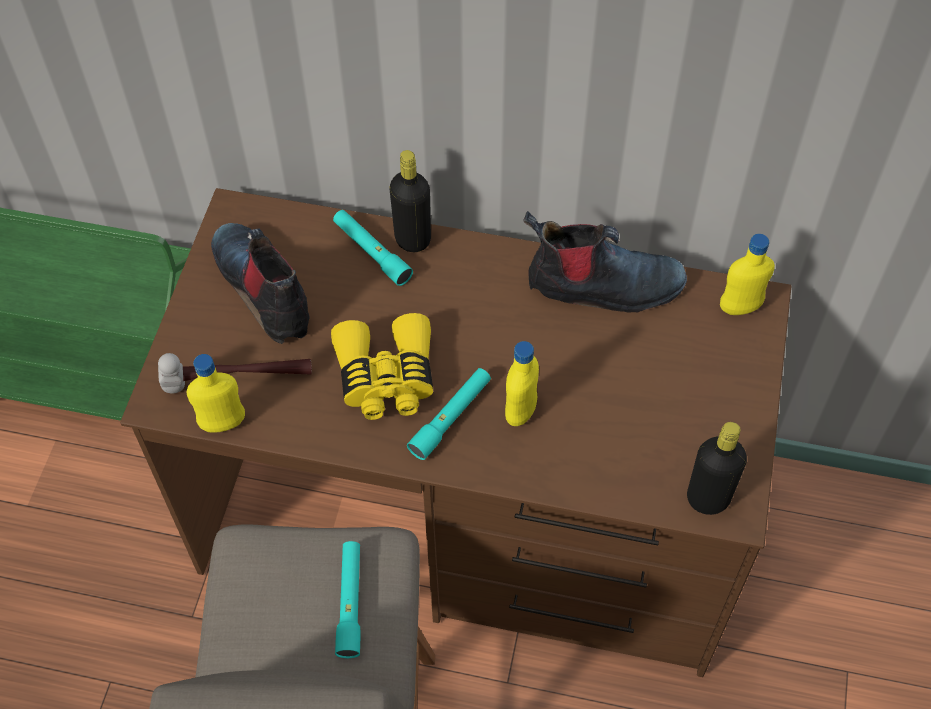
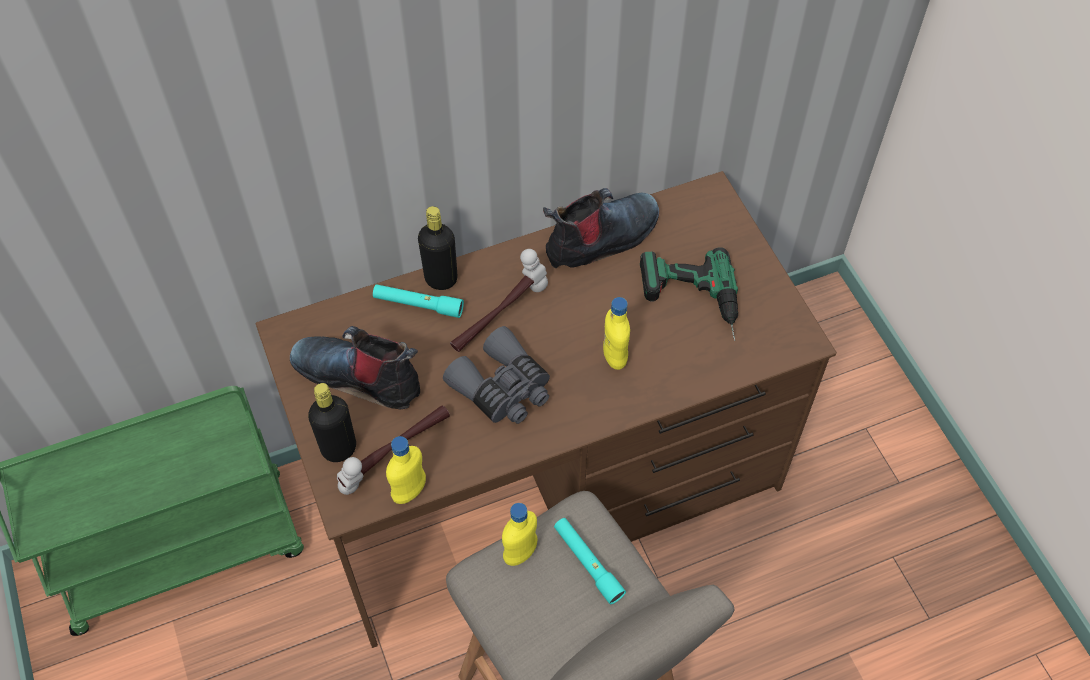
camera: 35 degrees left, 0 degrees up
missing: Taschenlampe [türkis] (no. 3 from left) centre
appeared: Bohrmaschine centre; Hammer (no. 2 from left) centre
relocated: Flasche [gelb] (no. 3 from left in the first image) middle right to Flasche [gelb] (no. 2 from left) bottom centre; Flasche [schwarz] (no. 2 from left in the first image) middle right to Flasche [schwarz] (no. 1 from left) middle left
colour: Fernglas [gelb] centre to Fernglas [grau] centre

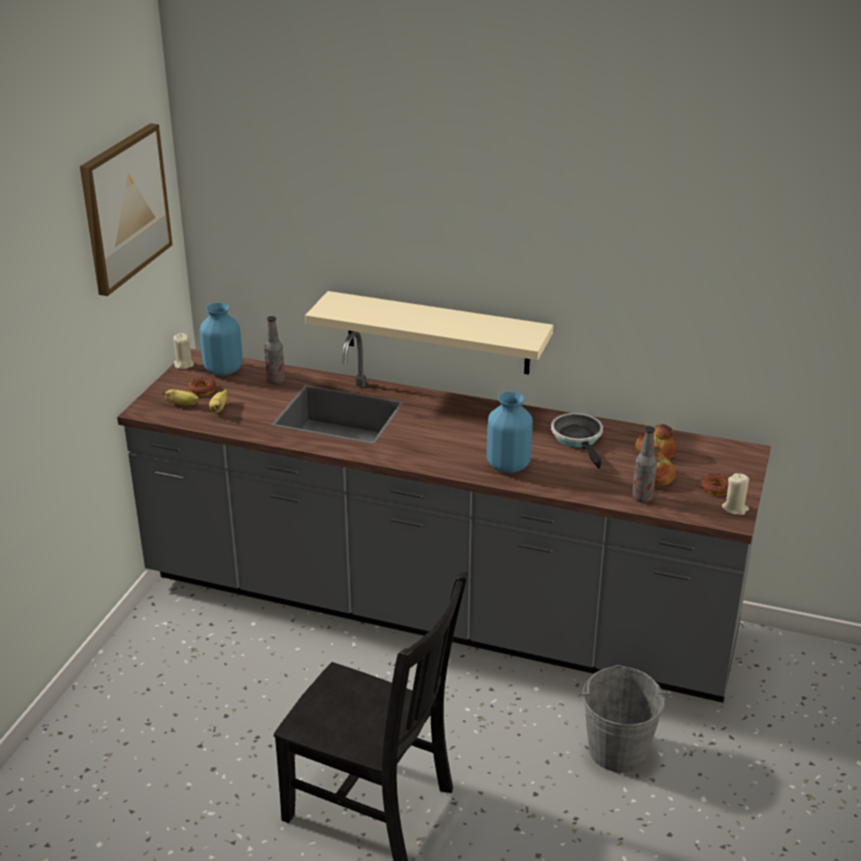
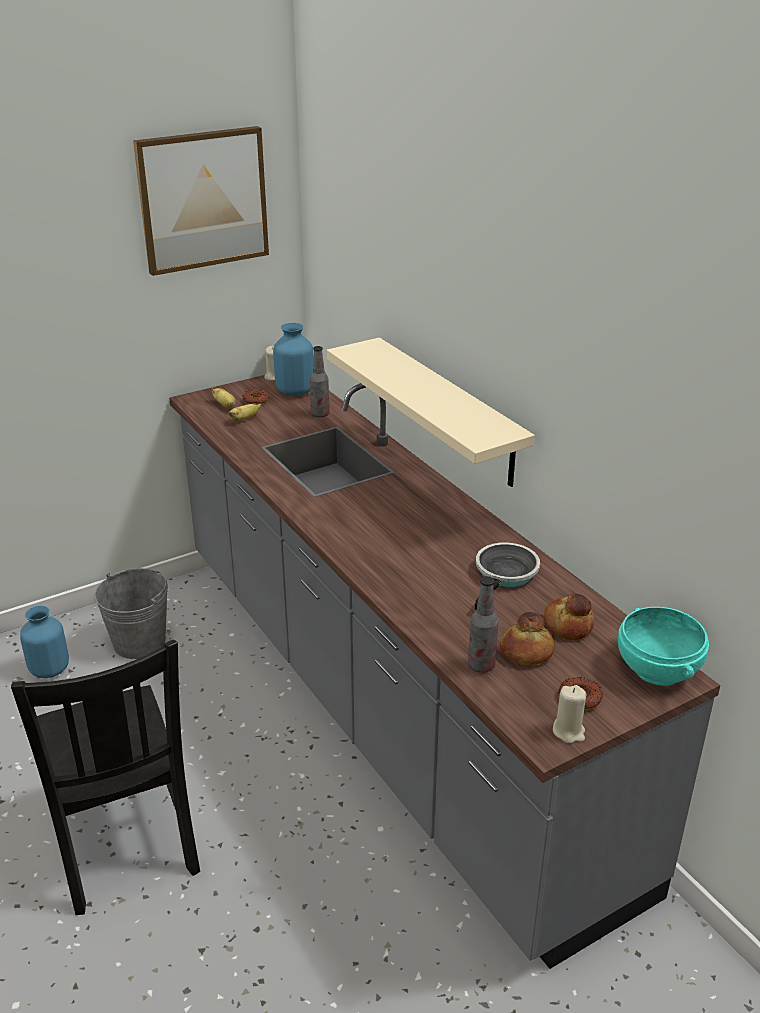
camera: 40 degrees right, 0 degrees up
appeared: Schüssel [türkis] middle right
relocated: Vase [blau] (no. 2 from left in the first image) centre to Vase [blau] (no. 1 from left) middle left; Eimer [grau] bottom right to middle left

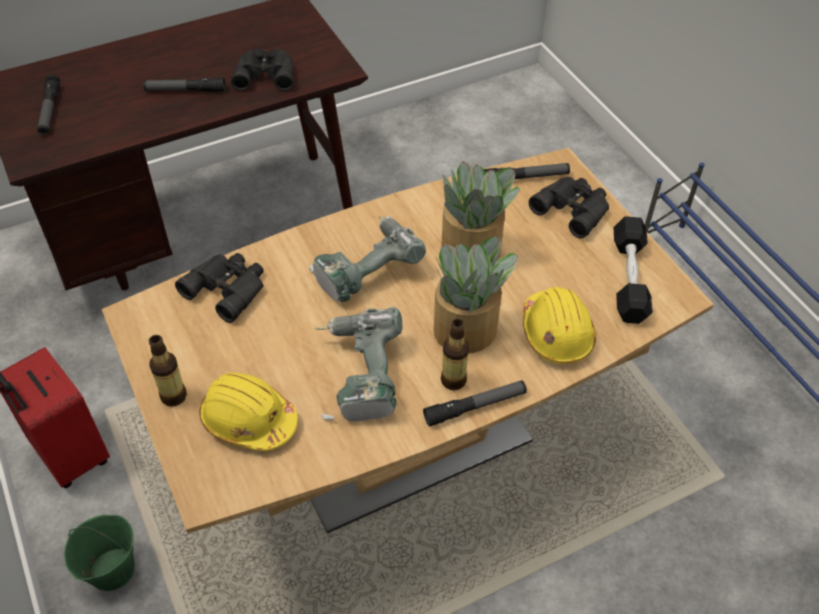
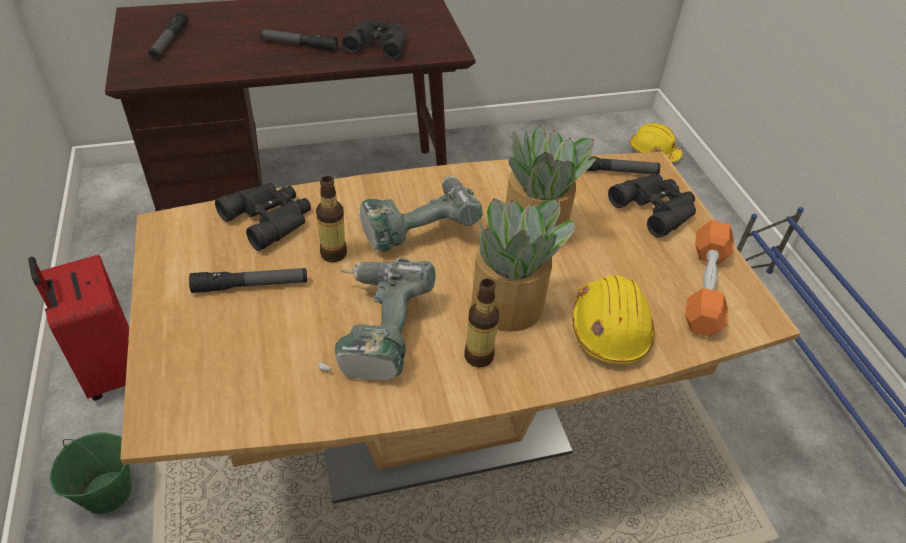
camera: 10 degrees right, 5 degrees down
relocated: Flasche (no. 1 from left) middle left to centre; Schutzhelm [gelb] (no. 1 from left in the first image) bottom left to Schutzhelm [gelb] (no. 2 from left) top right; Taschenlampe (no. 3 from left in the first image) centre to Taschenlampe (no. 2 from left) middle left
colour: Hantel [schwarz] middle right to Hantel [orange] middle right

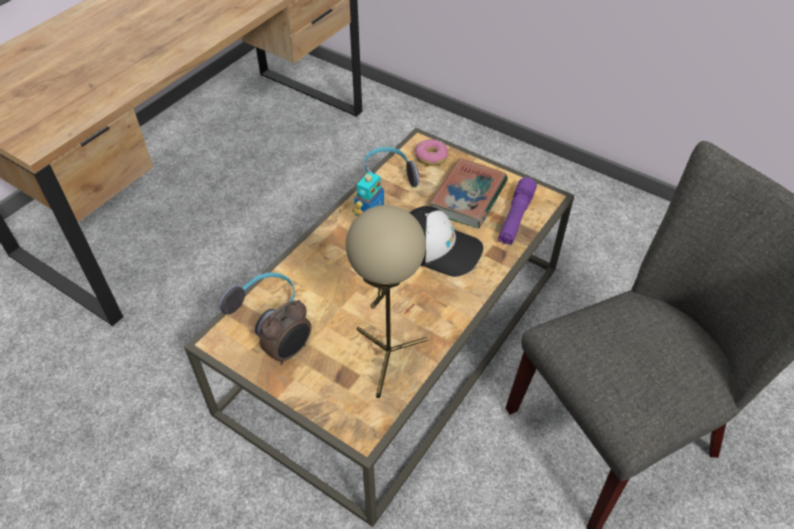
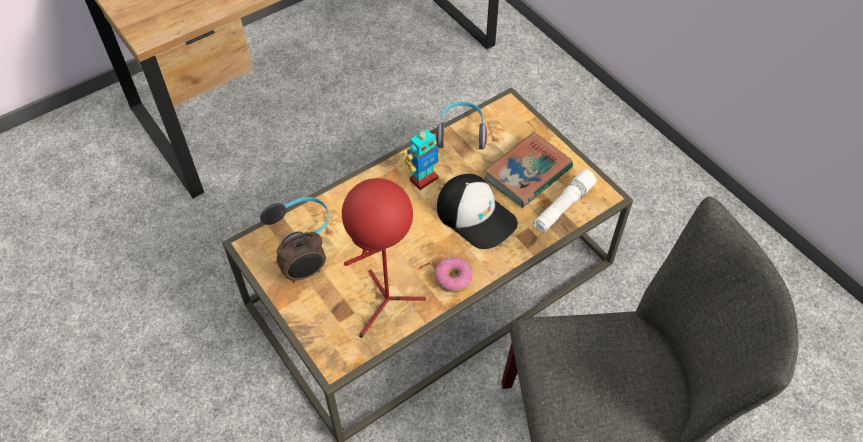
camera: 20 degrees right, 5 degrees up
relocated: Donut top centre to centre
colour: Taschenlampe [lila] centre to Taschenlampe [weiß] centre; Tischlampe [beige] centre to Tischlampe [rot] centre

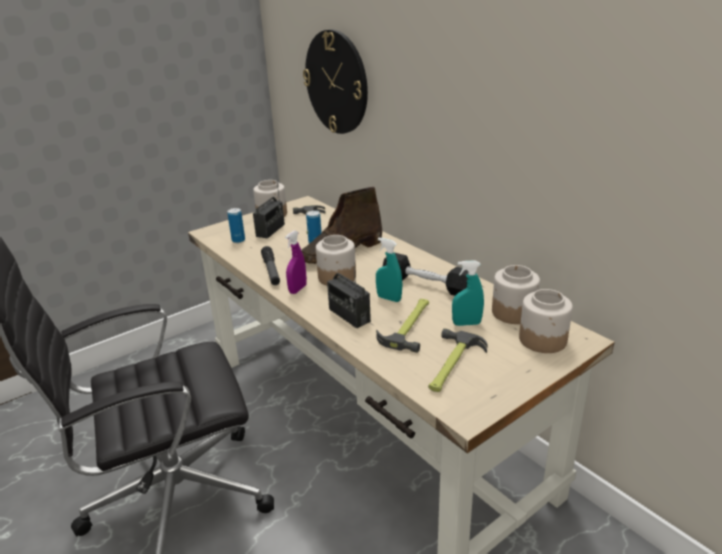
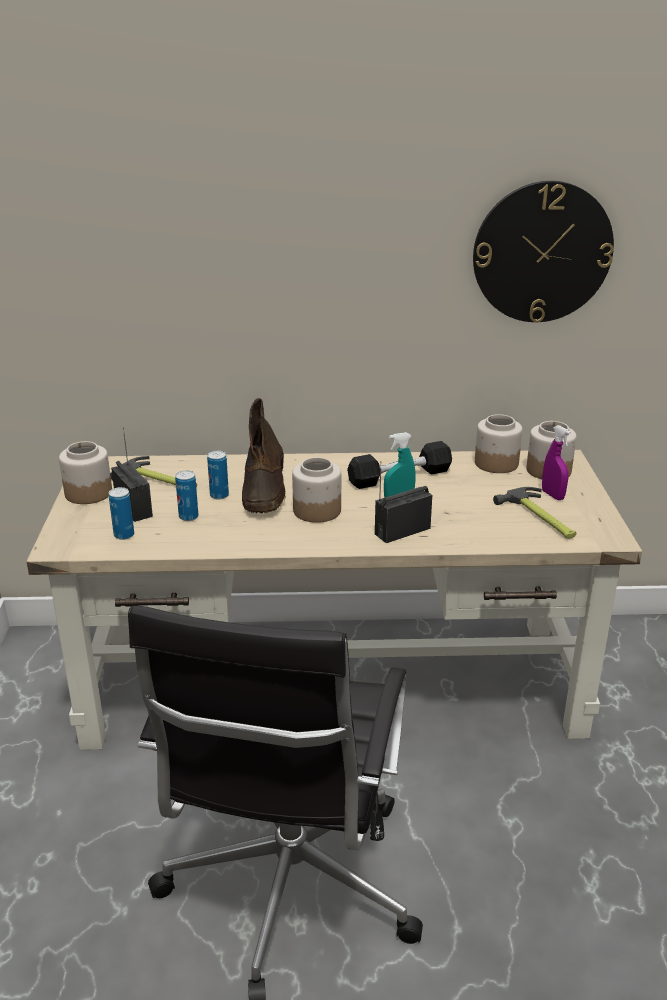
camera: 55 degrees left, 0 degrees up
missing: Taschenlampe centre; Sprühflasche [türkis] (no. 2 from left) centre; Hammer (no. 2 from left) centre
appeared: Dose (no. 2 from left) middle left
relocated: Wanduhr top centre to top right; Sprühflasche [lila] centre to middle right
spun: Radio (no. 2 from left) centre = centre 150 degrees clockwise

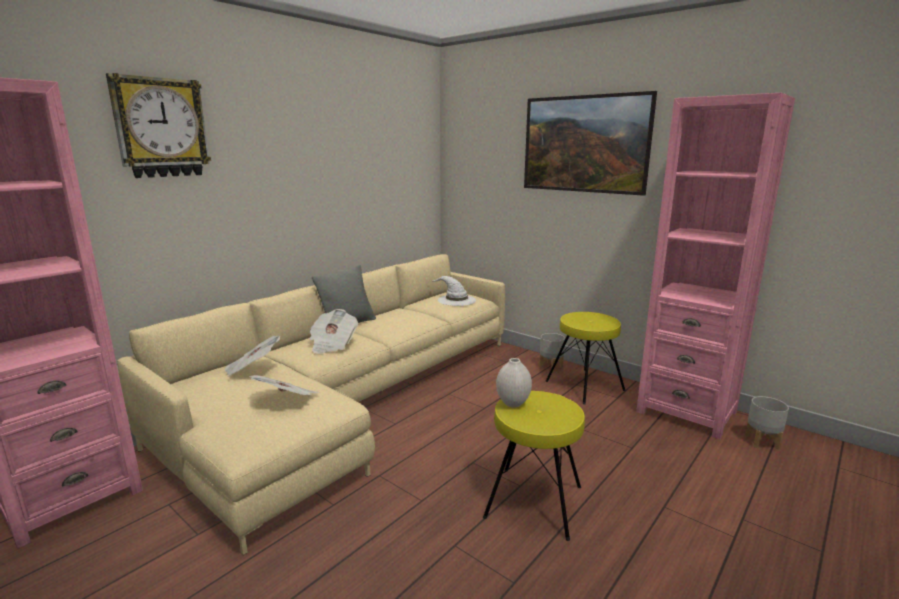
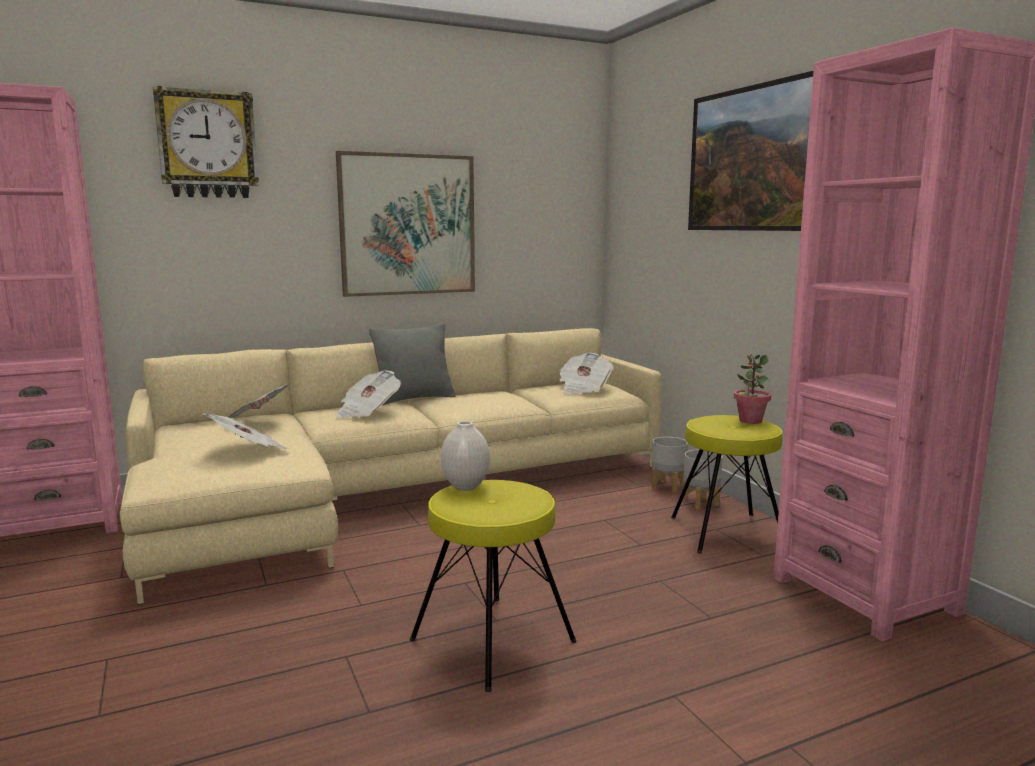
camera: 25 degrees right, 5 degrees down
appeared: Bild (no. 1 from left) top centre; Topfpflanze middle right
relocated: Pflanzkübel [grau] (no. 2 from left in the first image) bottom right to Pflanzkübel [grau] (no. 1 from left) centre
exchanged: Hut [weiß] centre to Zeitung (no. 4 from left) centre

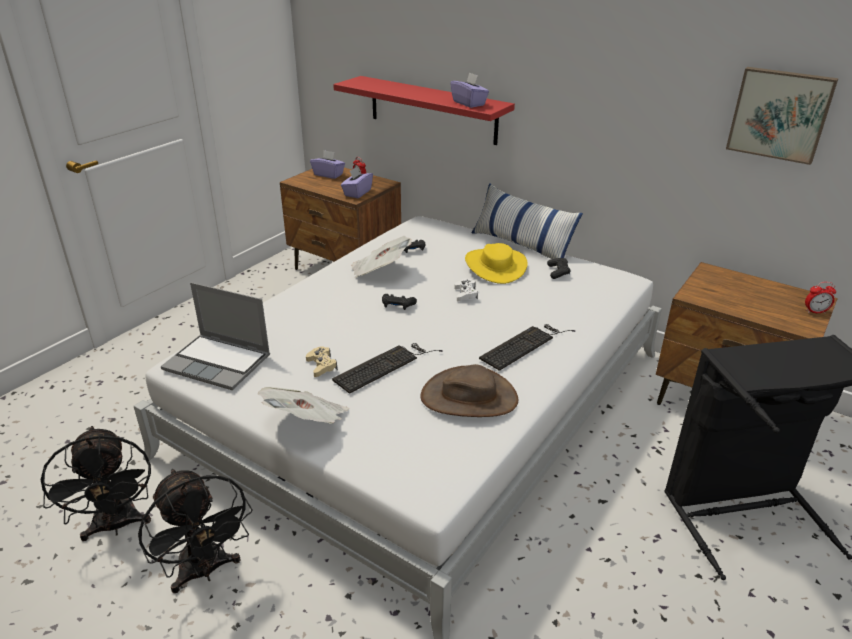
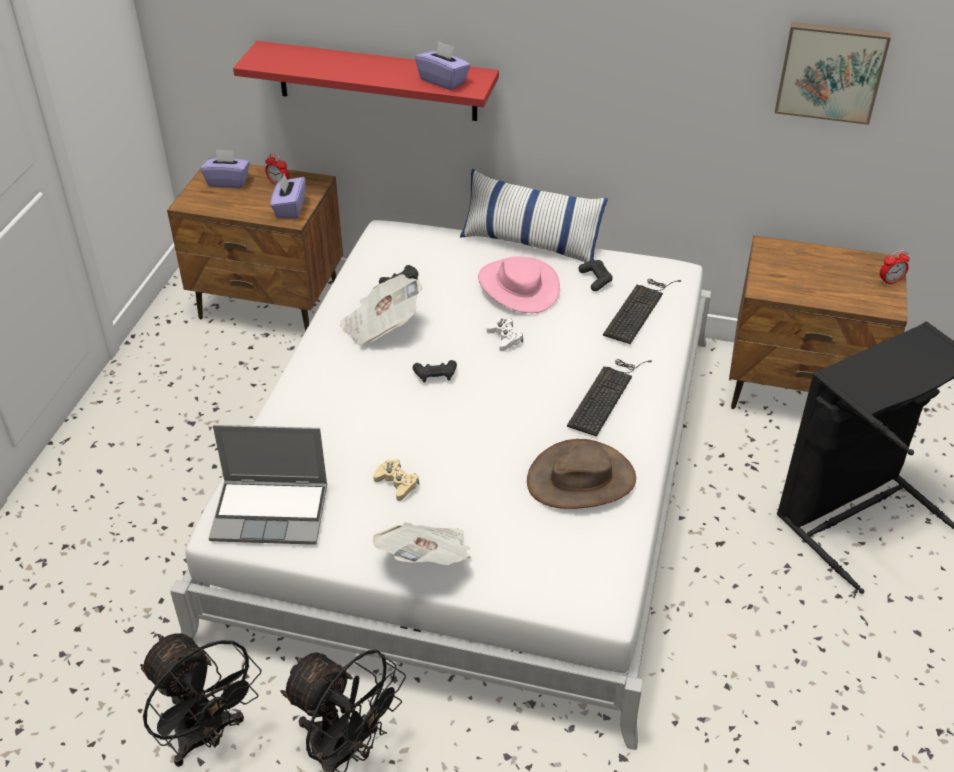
camera: 20 degrees left, 10 degrees up
relocated: Tastatur (no. 1 from left in the first image) centre to Tastatur (no. 2 from left) middle right
colour: Hut [gelb] centre to Hut [rosa] centre

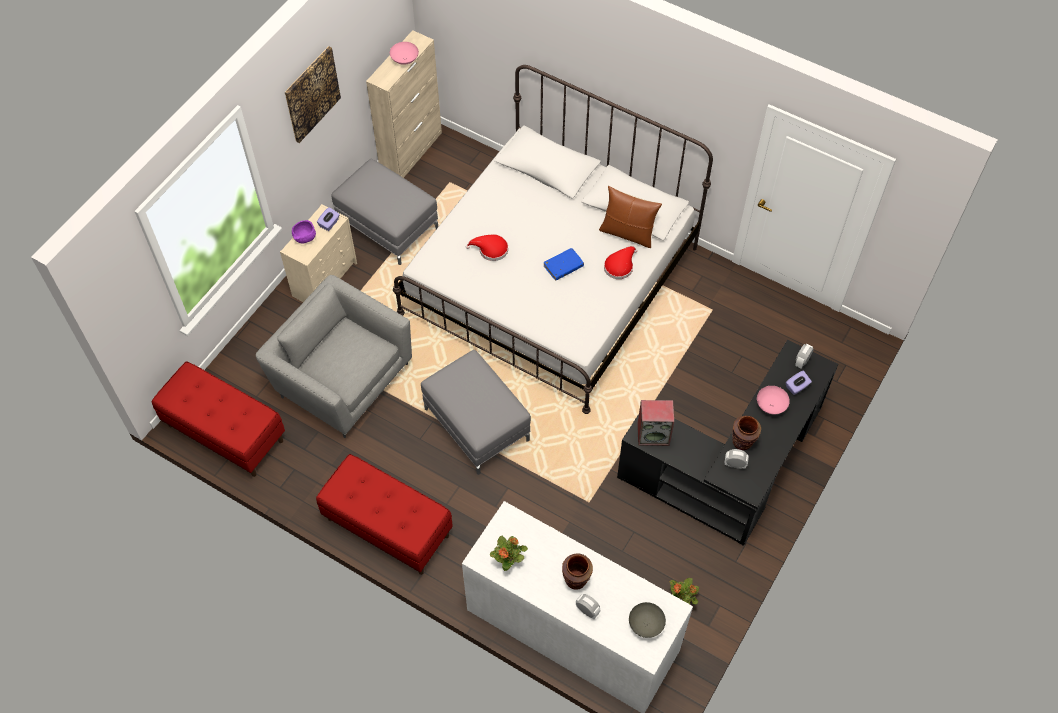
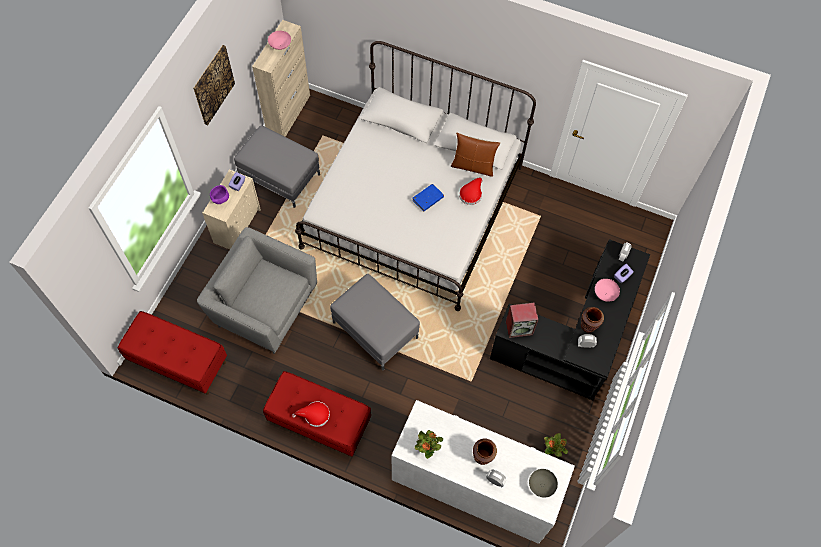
camera: 10 degrees left, 5 degrees up
relocated: Hut [rot] (no. 1 from left) centre to bottom centre

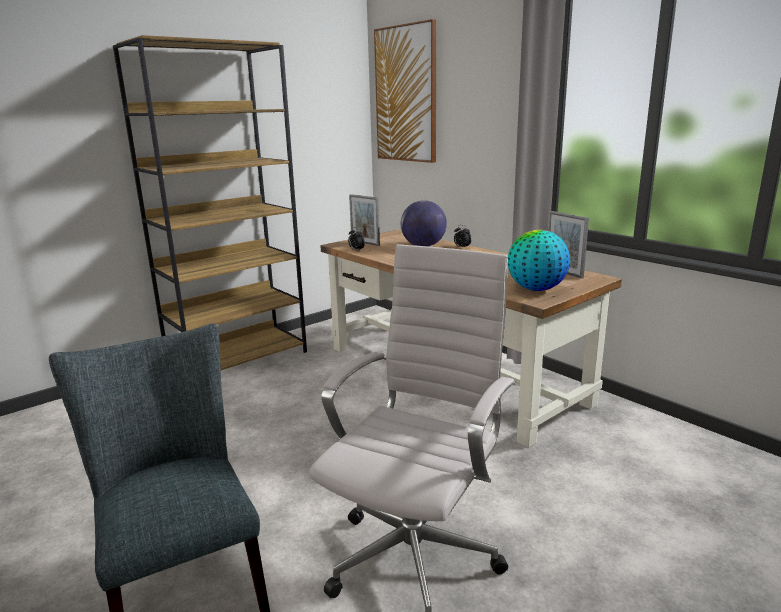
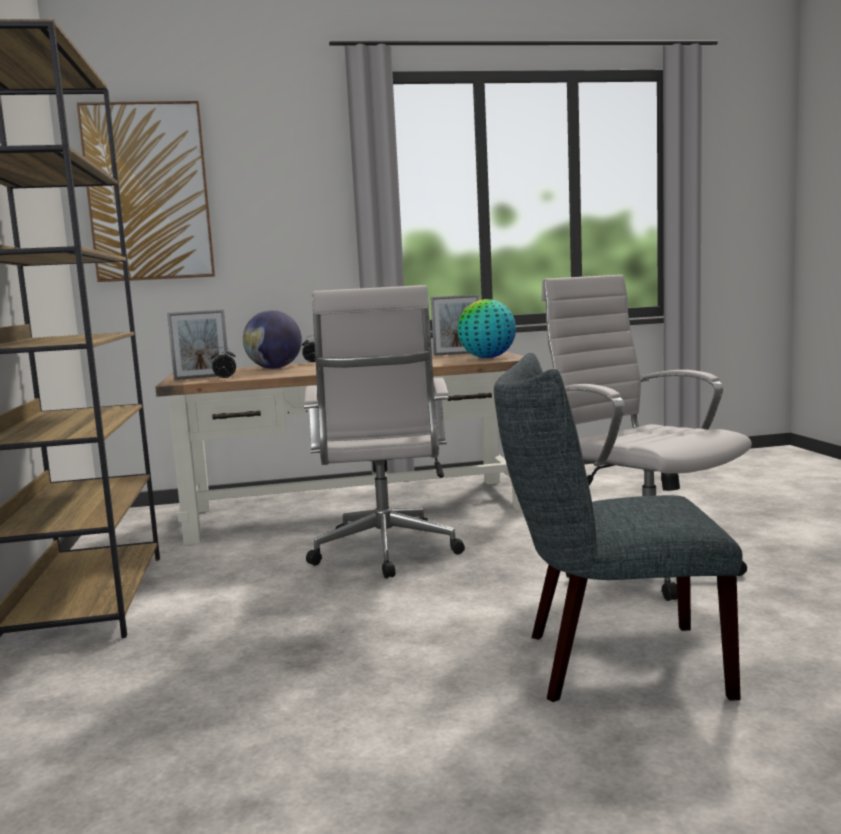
camera: 60 degrees left, 10 degrees down
appeared: Bürostuhl [weiß] (no. 1 from left) centre

